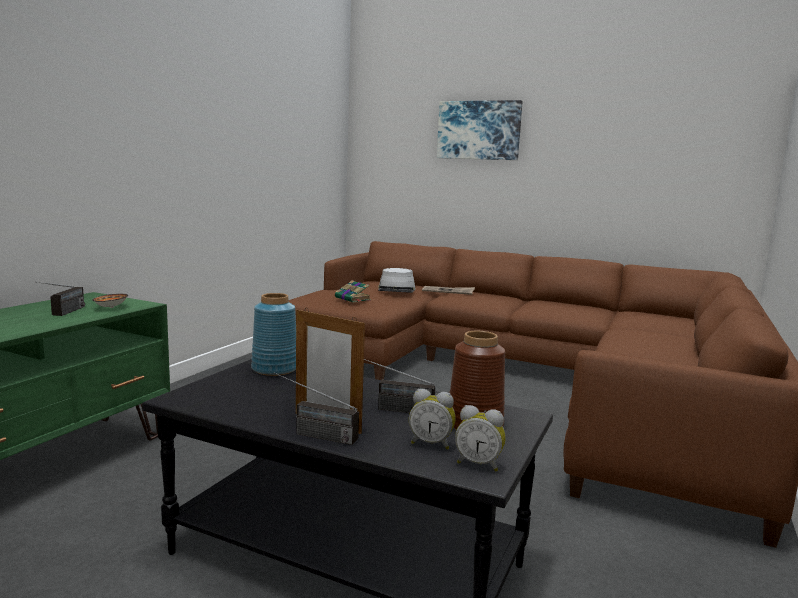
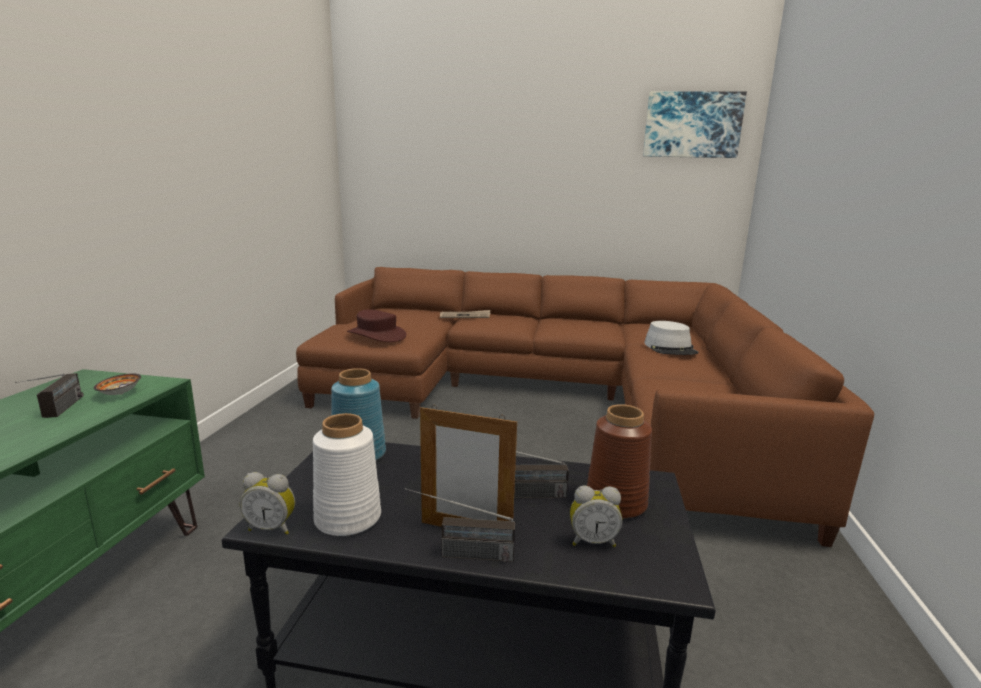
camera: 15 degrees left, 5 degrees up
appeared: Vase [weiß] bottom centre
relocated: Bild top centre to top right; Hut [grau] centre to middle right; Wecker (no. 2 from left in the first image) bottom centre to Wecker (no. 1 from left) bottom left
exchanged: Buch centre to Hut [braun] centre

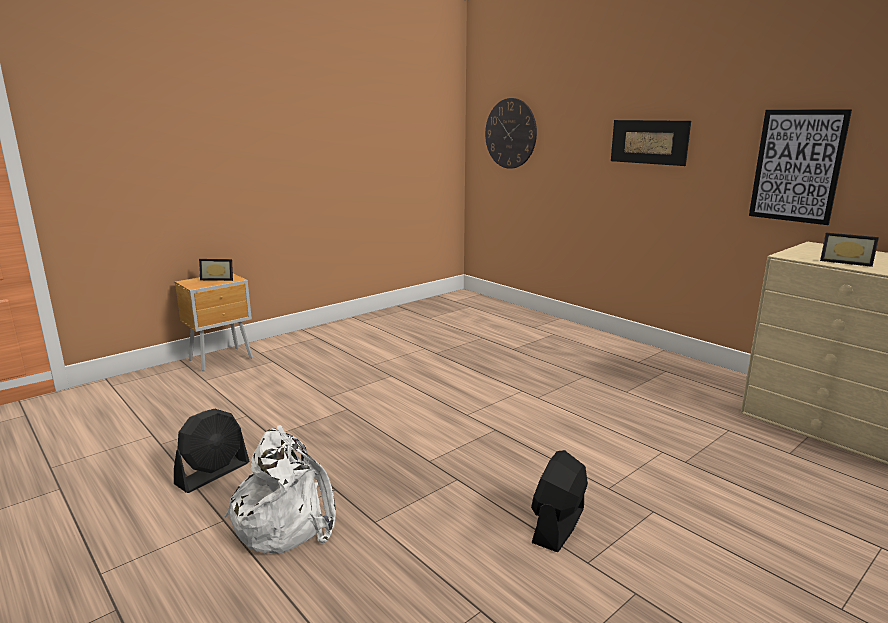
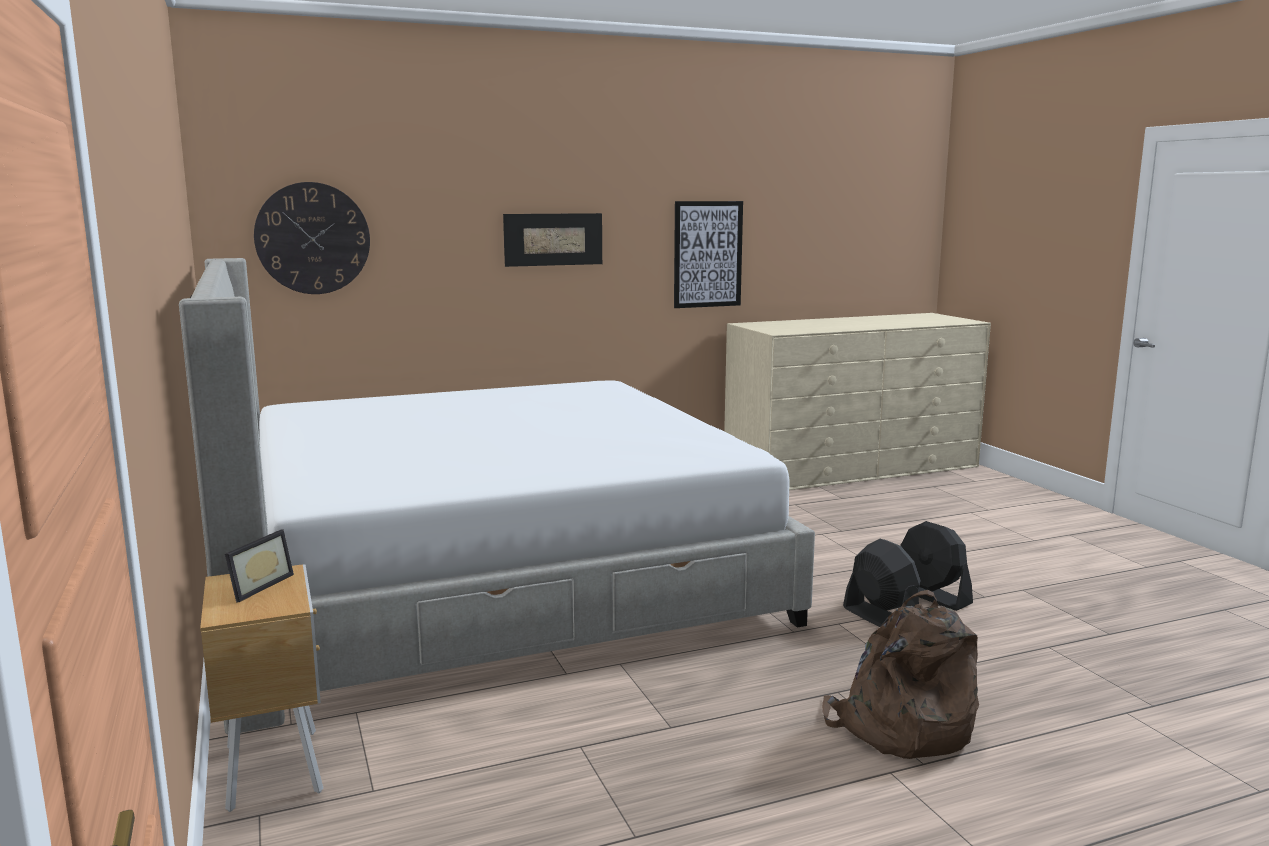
camera: 70 degrees left, 5 degrees down
missing: Bilderrahmen (no. 2 from left) middle right
appeared: Bett centre
relocated: Ventilator [schwarz] (no. 1 from left) bottom left to bottom right
colour: Rucksack [weiß] bottom left to Rucksack [braun] bottom right

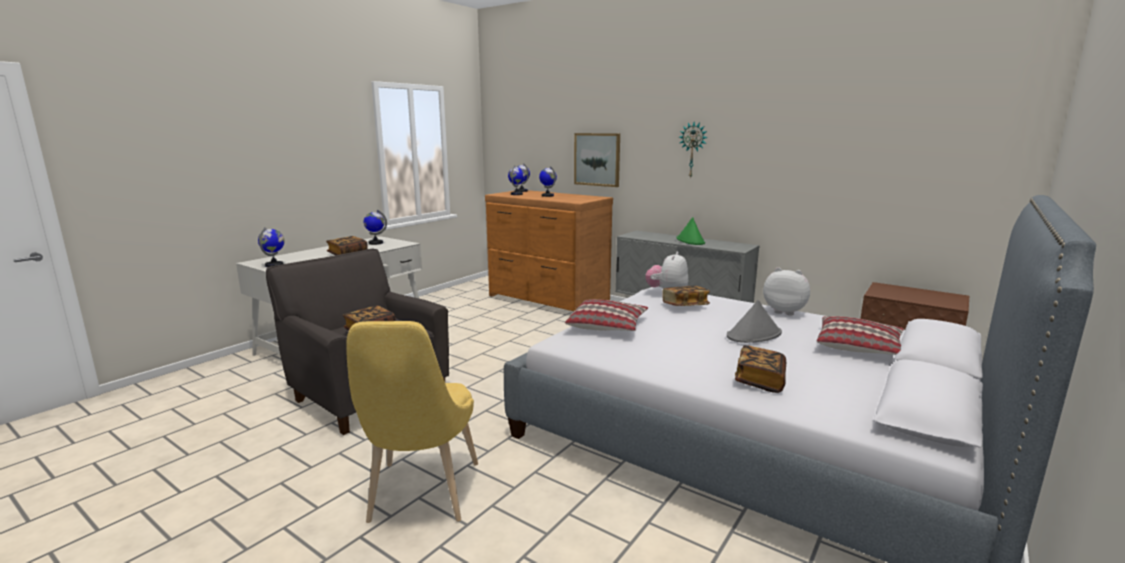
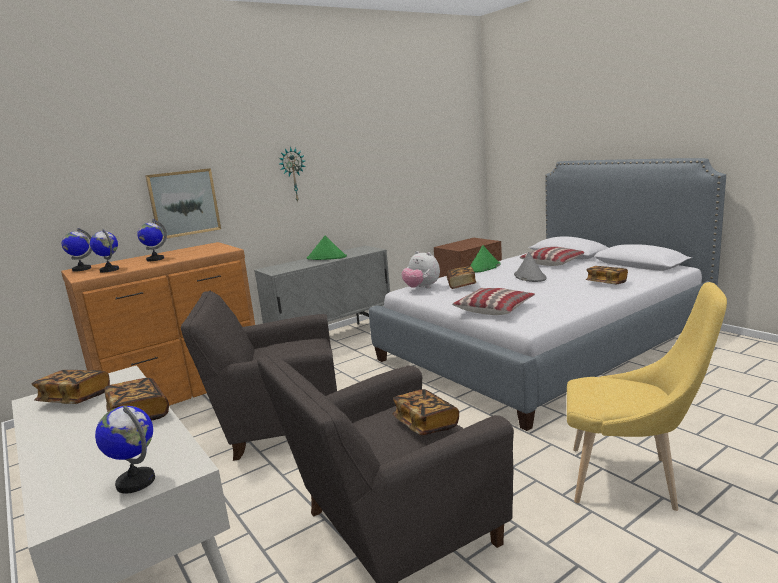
camera: 70 degrees left, 0 degrees up
appeared: Sessel [grau] (no. 1 from left) middle left
exchanged: Globus (no. 2 from left) centre to Buch (no. 1 from left) middle left; Plüschtier (no. 2 from left) middle right to Hut [grün] (no. 2 from left) centre

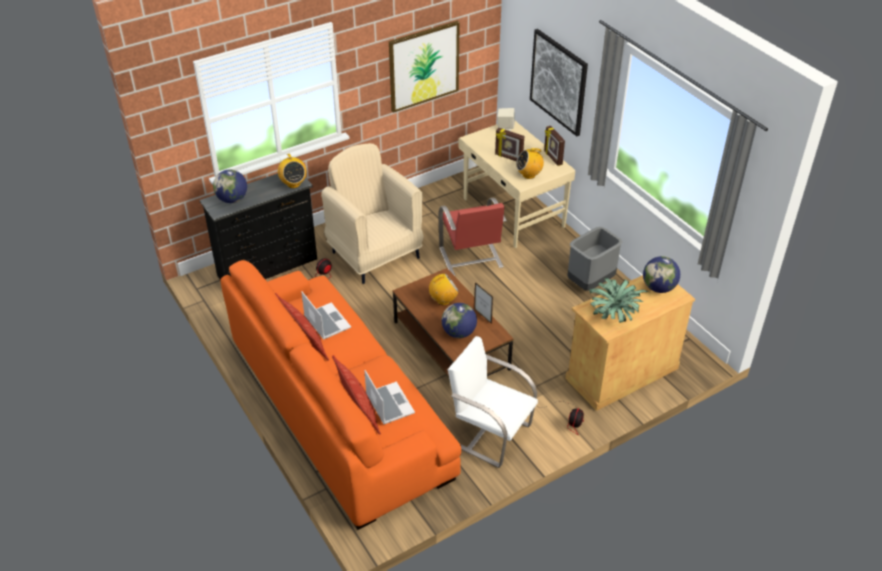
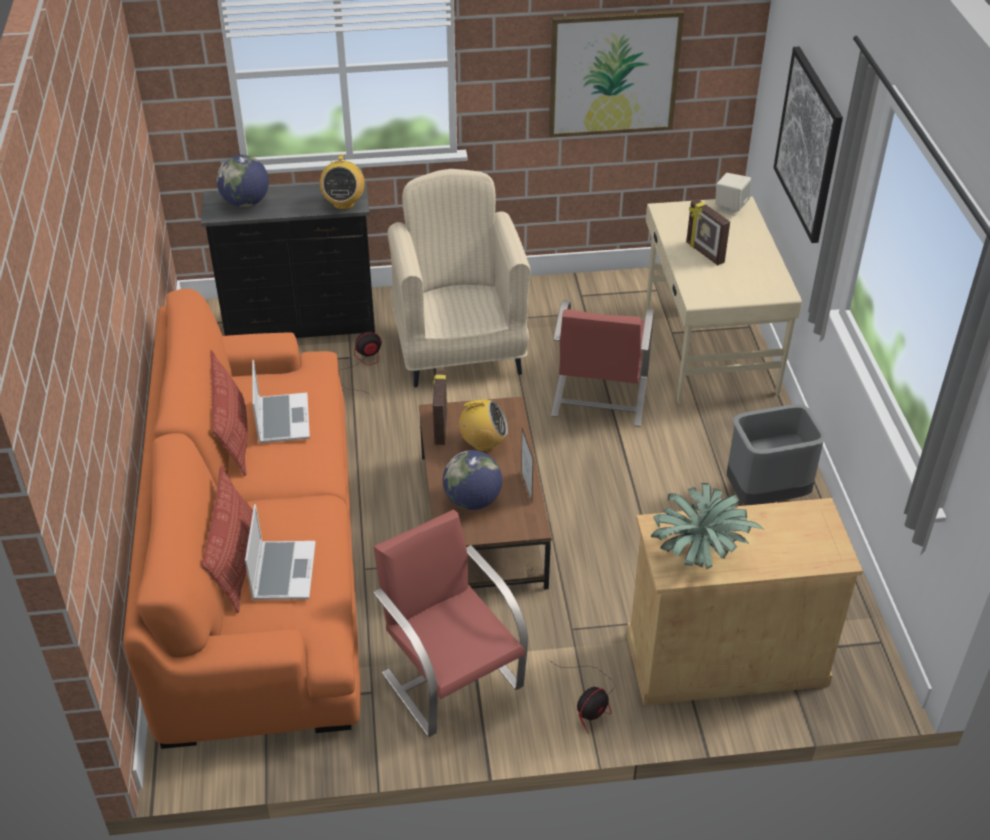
camera: 25 degrees right, 0 degrees up
missing: Radio (no. 3 from left) top centre; Globus (no. 3 from left) middle right
relocated: Bilderrahmen (no. 3 from left in the first image) top centre to Bilderrahmen (no. 1 from left) centre
colour: Stuhl [weiß] bottom centre to Stuhl [rot] (no. 1 from left) bottom centre

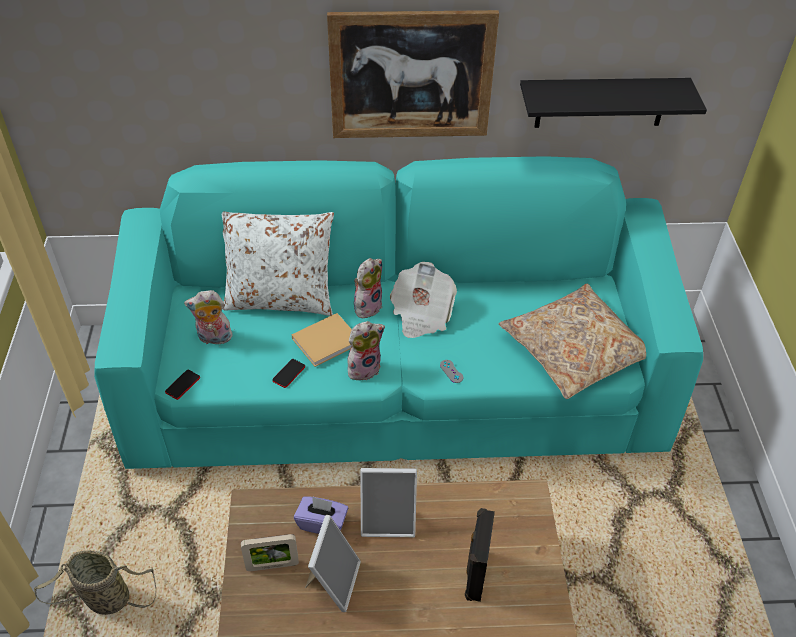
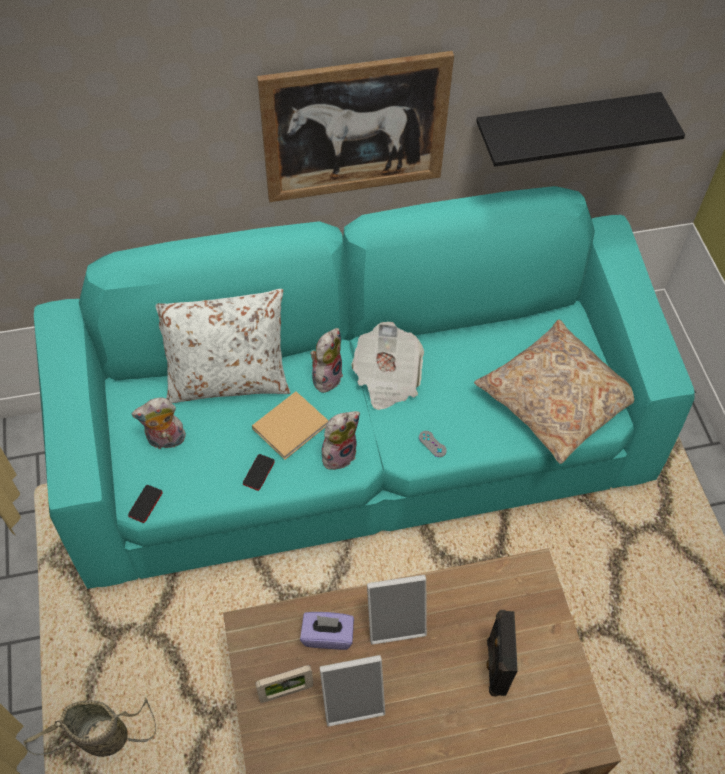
camera: 10 degrees left, 10 degrees up
spun: Bilderrahmen (no. 2 from left) bottom centre = bottom centre 75 degrees clockwise

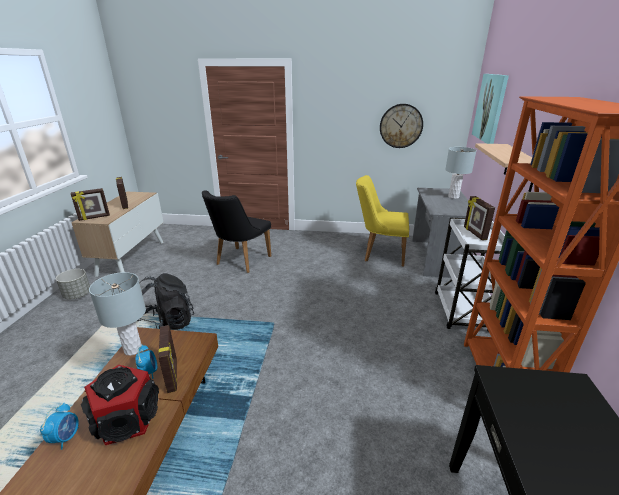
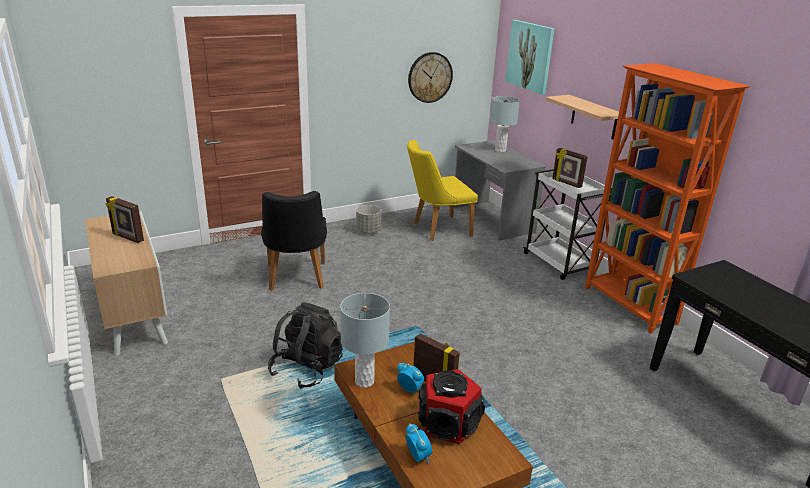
camera: 35 degrees left, 0 degrees up
missing: Bilderrahmen (no. 1 from left) middle left
relocated: Pflanzkübel [grau] middle left to centre

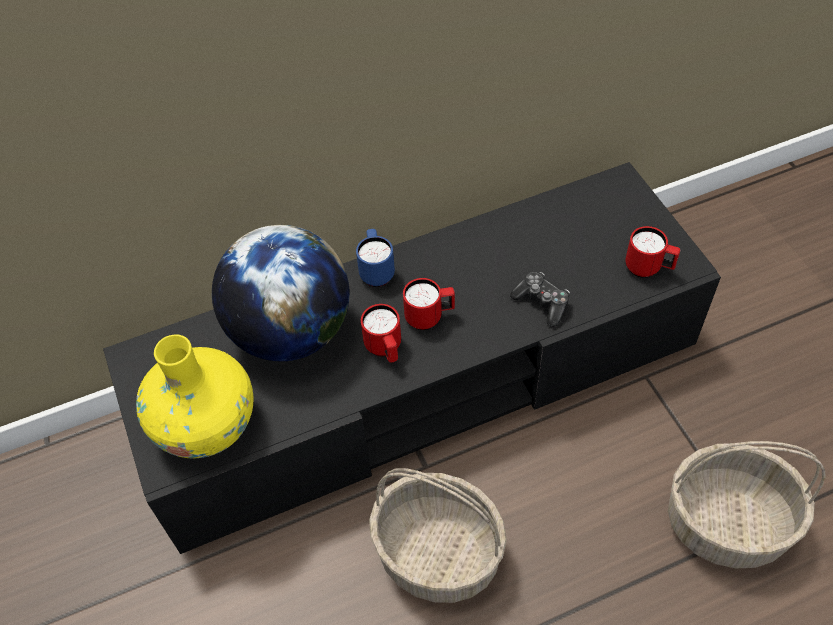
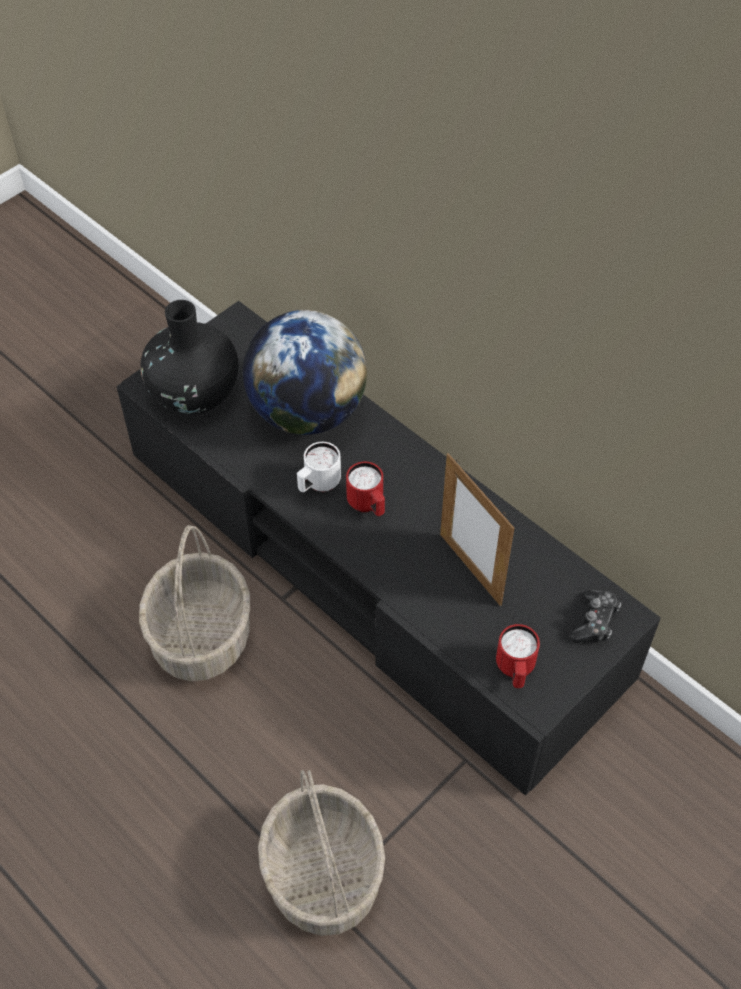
camera: 65 degrees right, 0 degrees up
missing: Henkelbecher [blau] centre
appeared: Bilderrahmen centre
relocated: Gamepad centre to middle right
colour: Henkelbecher [rot] (no. 1 from left) centre to Henkelbecher [weiß] centre; Vase [gelb] middle left to Vase [schwarz] middle left

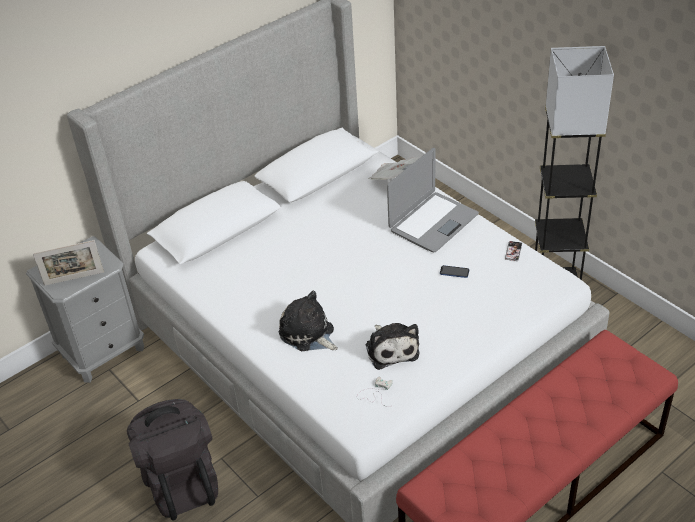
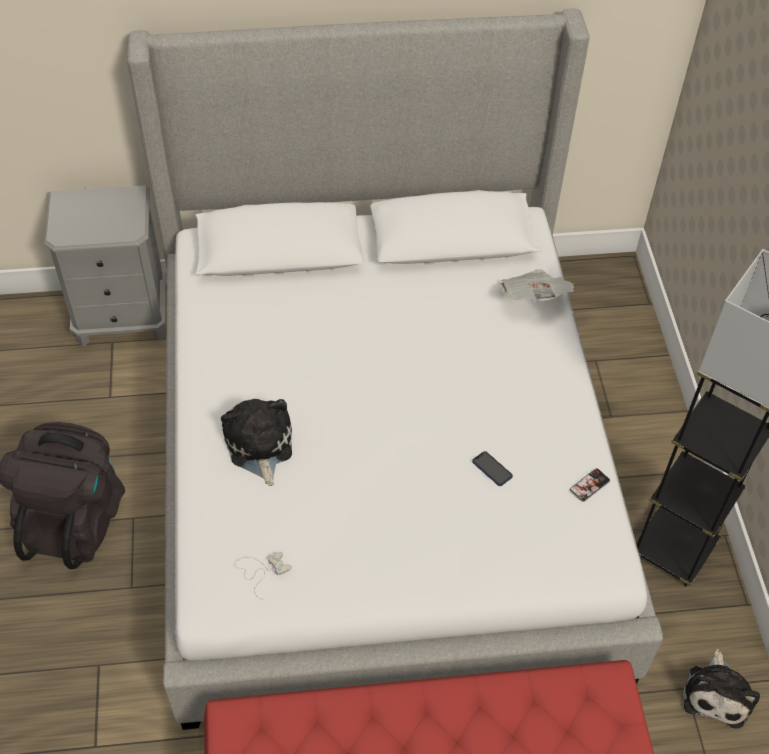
camera: 30 degrees right, 10 degrees up
missing: Laptop centre; Bilderrahmen middle left
relocated: Plüschtier (no. 2 from left) centre to bottom right

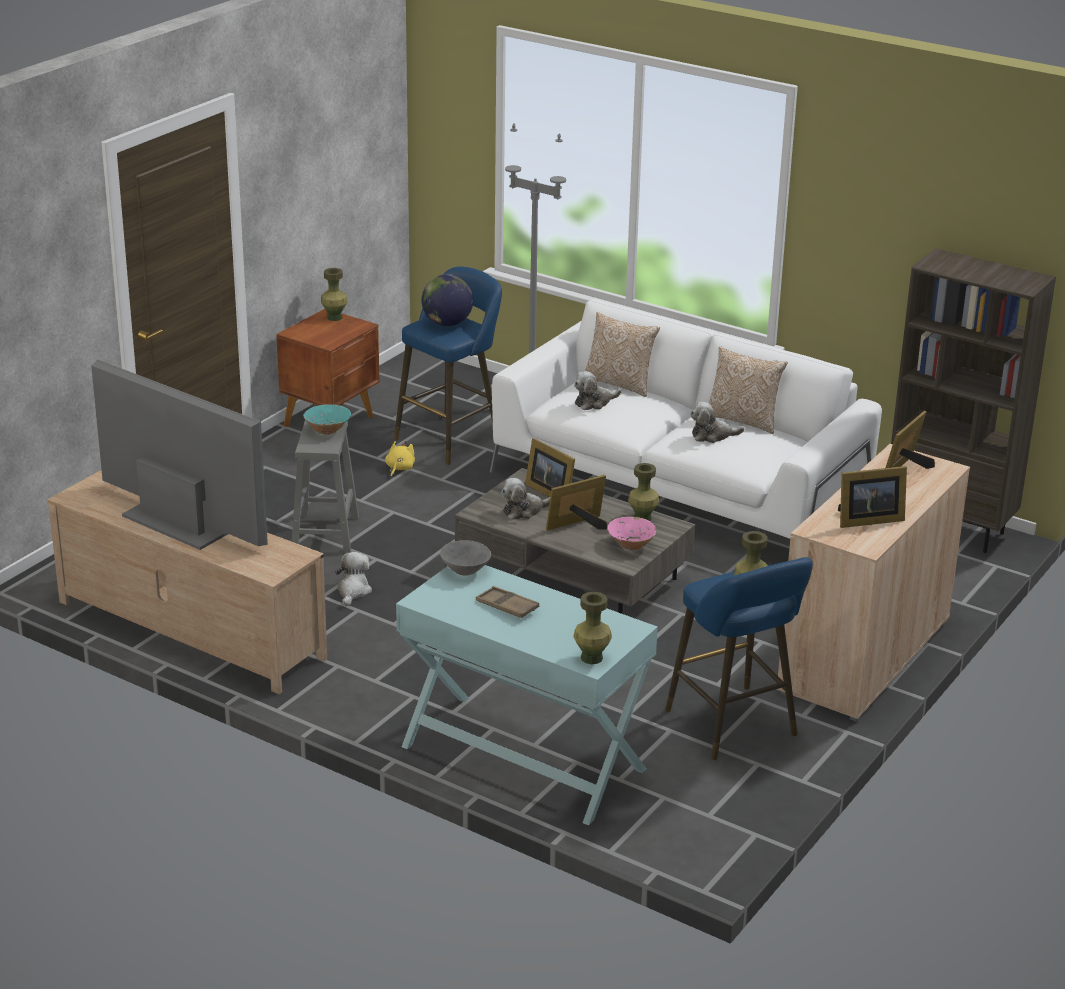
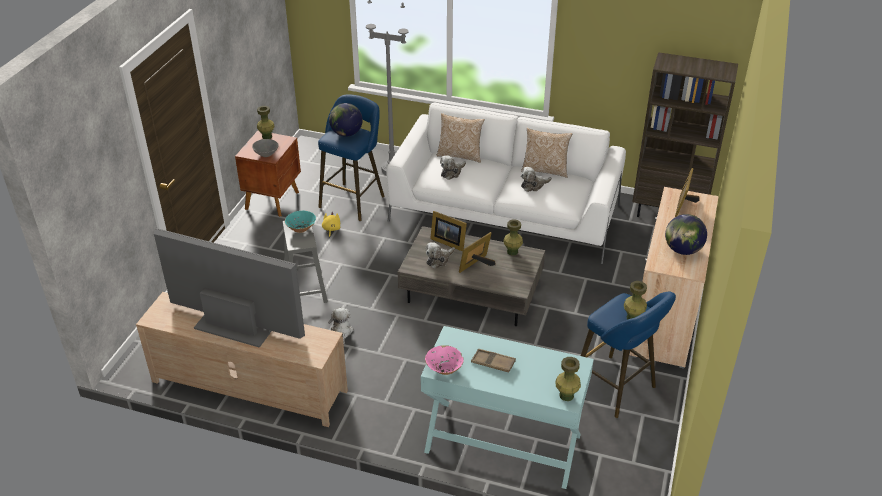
camera: 15 degrees left, 10 degrees up
relocated: Schüssel [rosa] centre to bottom centre; Schüssel [grau] centre to top left
exchanged: Bilderrahmen (no. 3 from left) middle right to Globus (no. 2 from left) middle right

